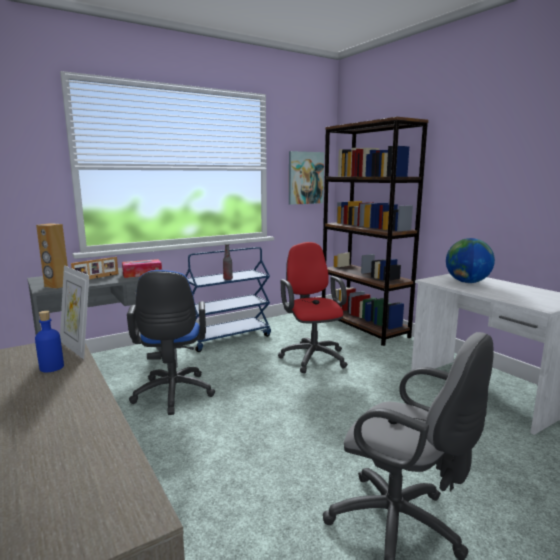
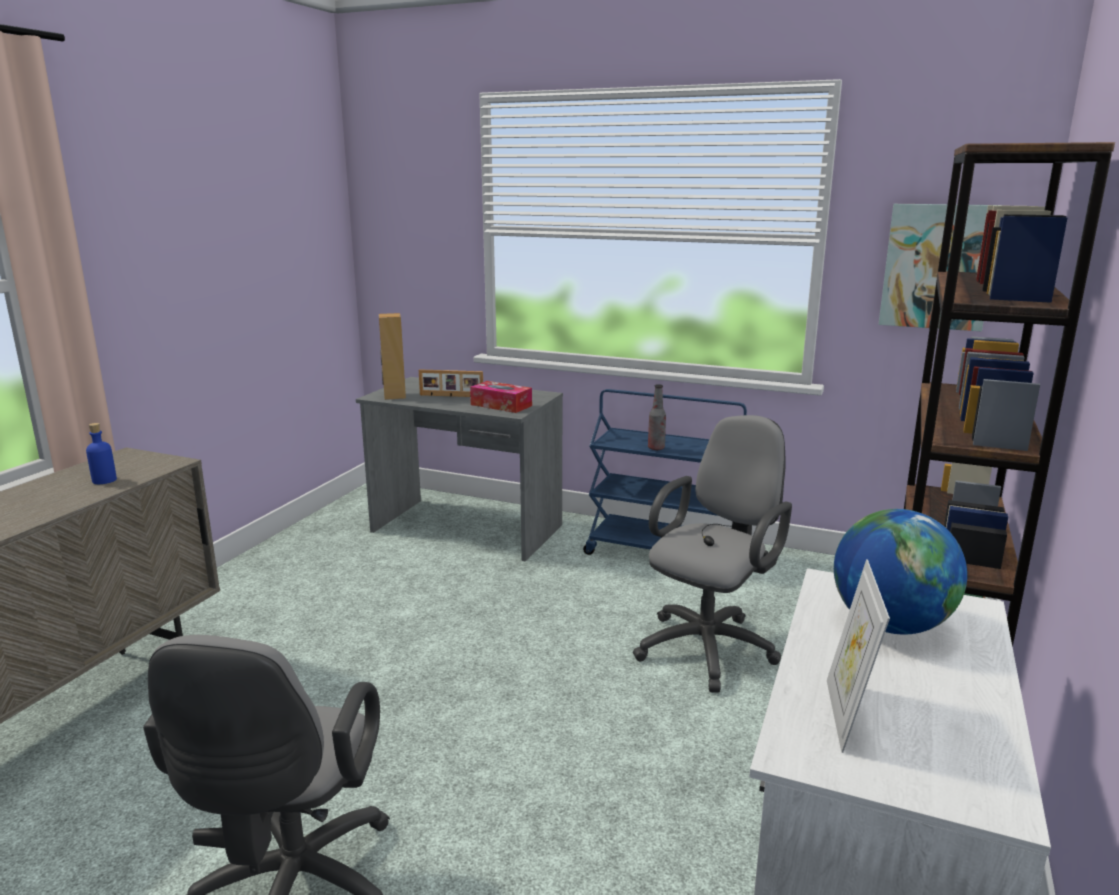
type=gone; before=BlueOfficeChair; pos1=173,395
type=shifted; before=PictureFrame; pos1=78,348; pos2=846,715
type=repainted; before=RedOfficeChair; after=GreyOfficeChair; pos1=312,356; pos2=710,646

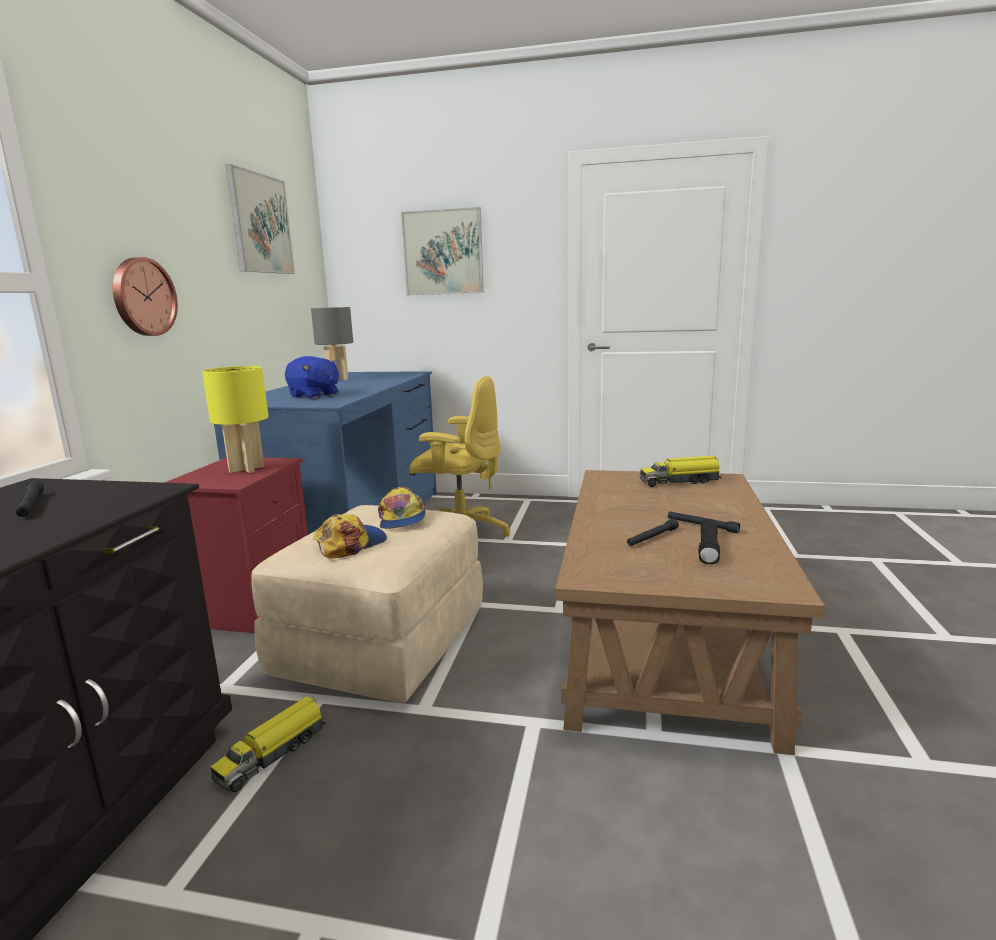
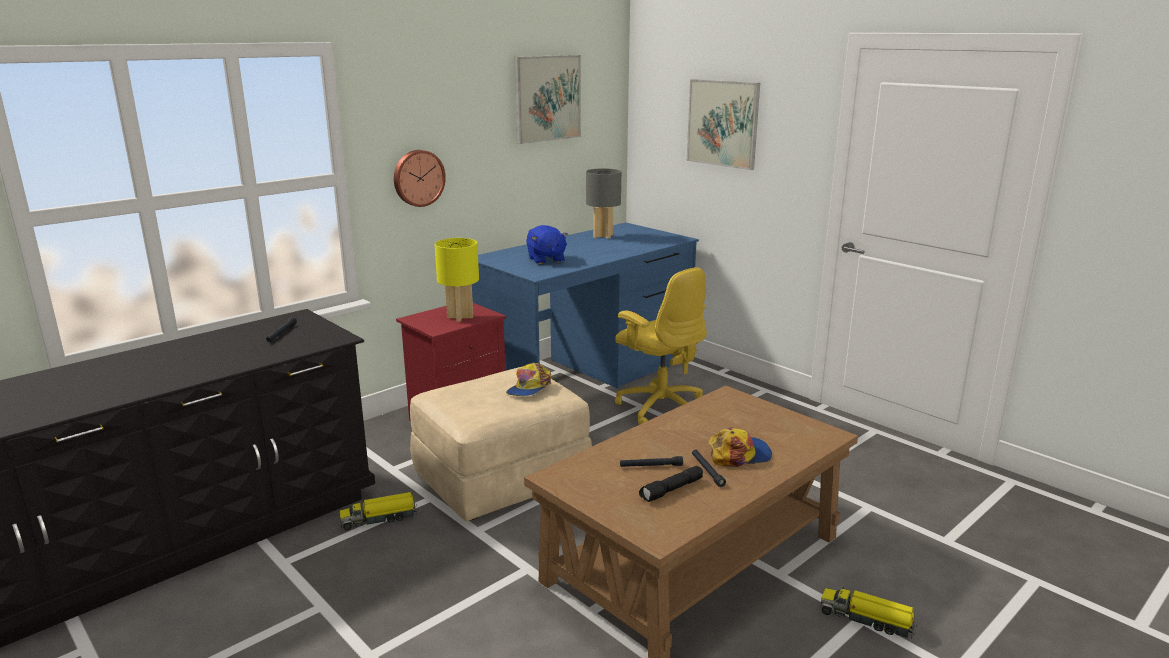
type=shifted; before=Cap; pos1=350,544; pos2=739,454
type=shifted; before=ToyTruck; pos1=680,481; pos2=866,619

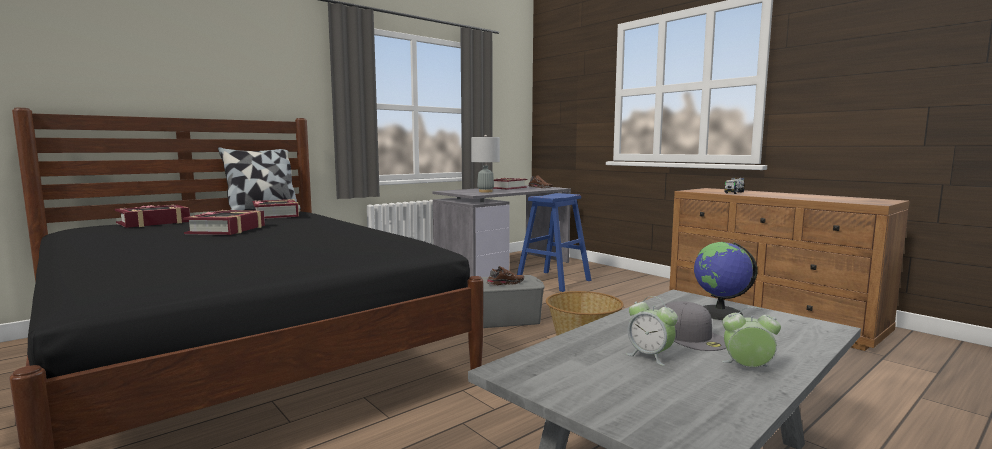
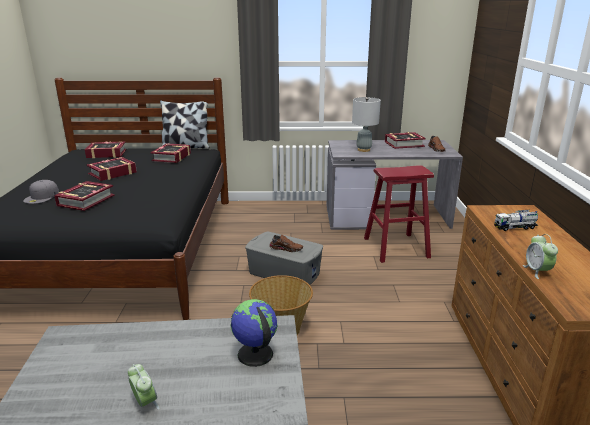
type=new; after=Book; pos2=85,200
type=shifted; before=AlarmClock; pos1=650,356; pos2=537,271
type=shifted; before=GreyCap; pos1=691,336; pos2=42,196
type=repainted; before=BlueStool; after=RedStool; pos1=553,281; pos2=396,247

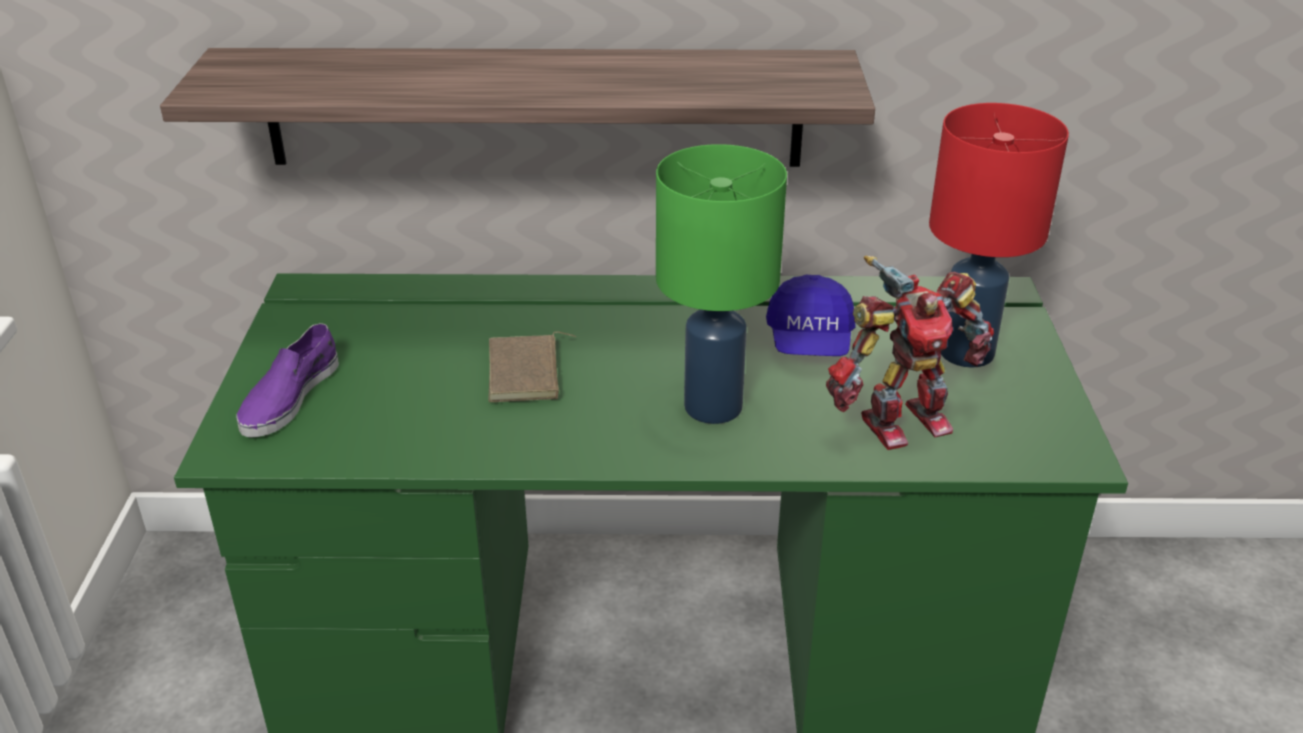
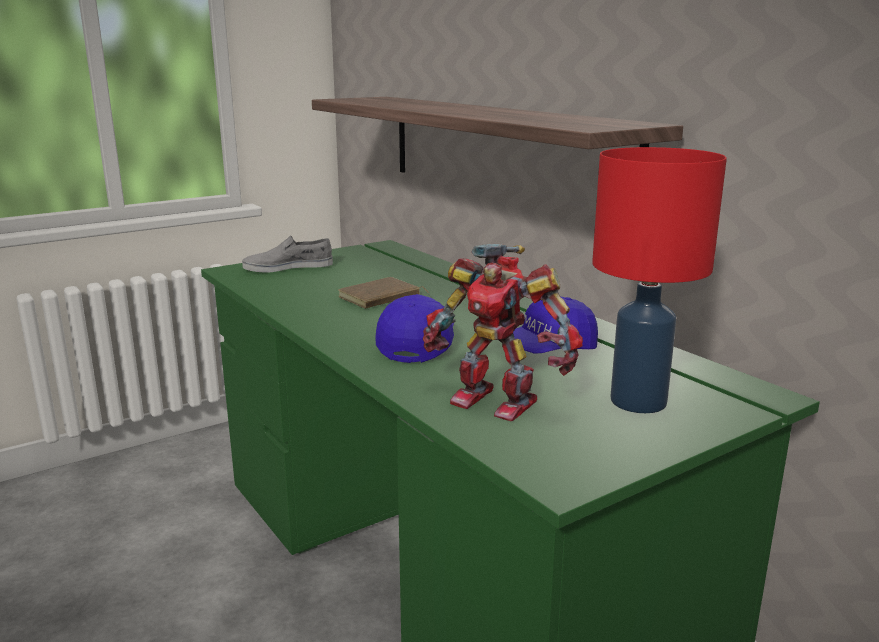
type=swapped; before=GreenTableLamp; after=BlueCap; pos1=713,408; pos2=417,344
type=repainted; before=PurpleShoe; after=GreyShoe; pos1=289,397; pos2=288,267

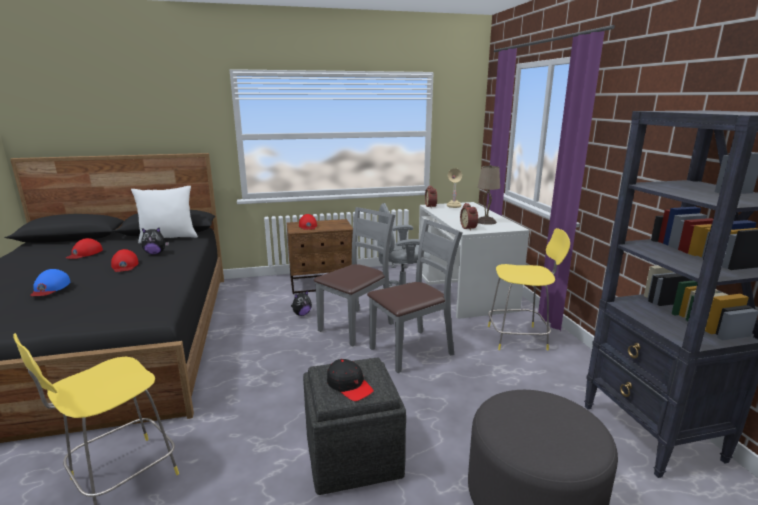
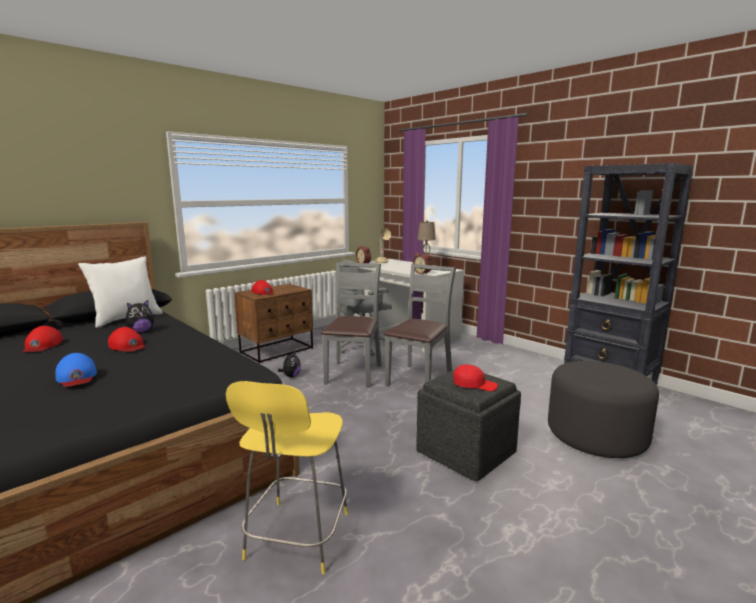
type=gone; before=YellowStool; pos1=519,338
type=repainted; before=BlackCap; after=RedCap; pos1=349,385; pos2=474,384

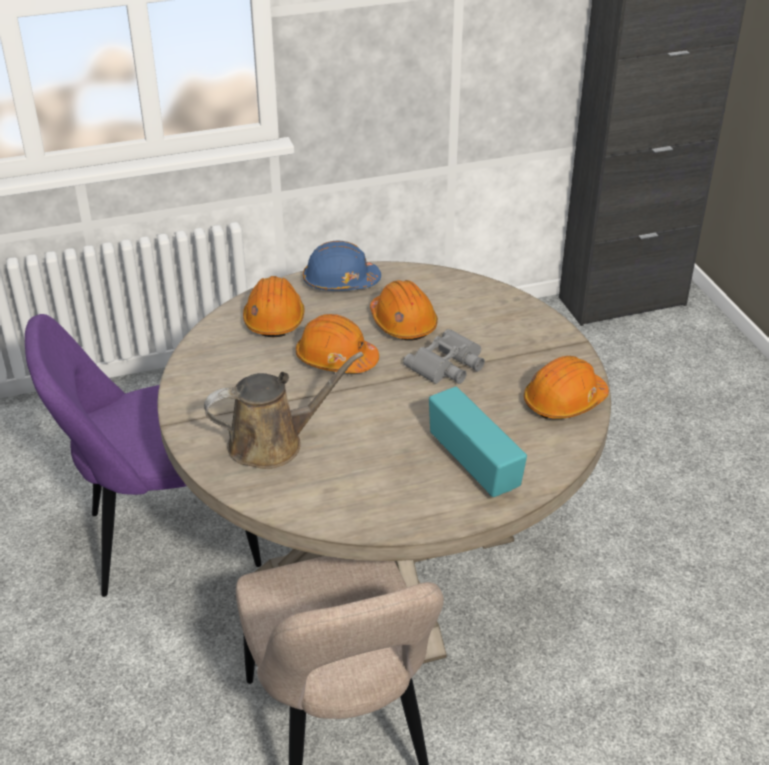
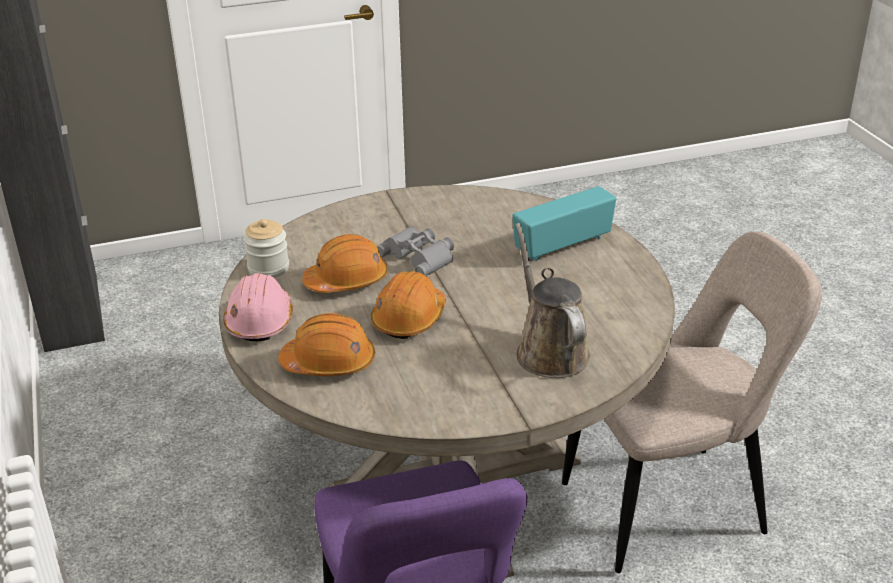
type=gone; before=OrangeHardHat; pos1=564,401
type=new; after=Jar; pos2=268,268
type=repainted; before=BlueHardHat; after=PinkHardHat; pos1=340,282; pos2=260,321

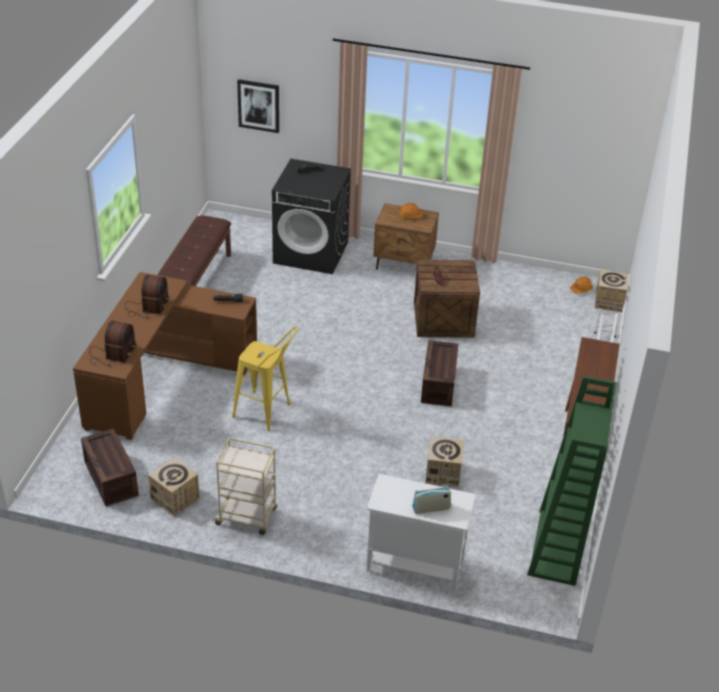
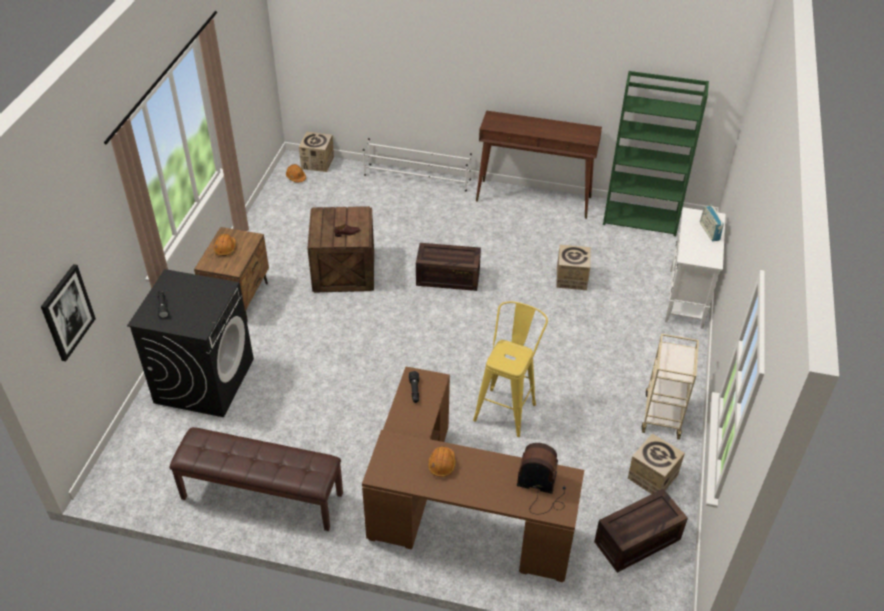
type=swapped; before=Radio; after=OrangeHardHat; pos1=147,307; pos2=442,464

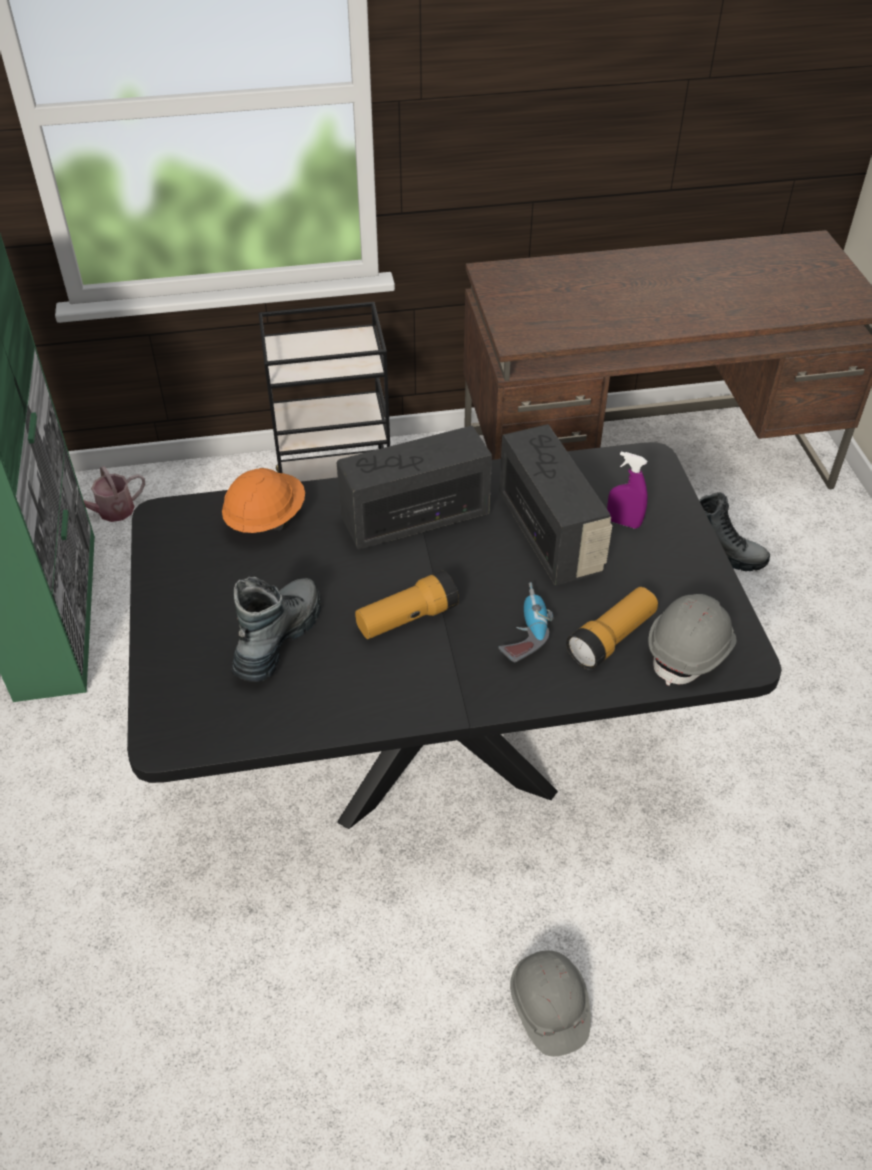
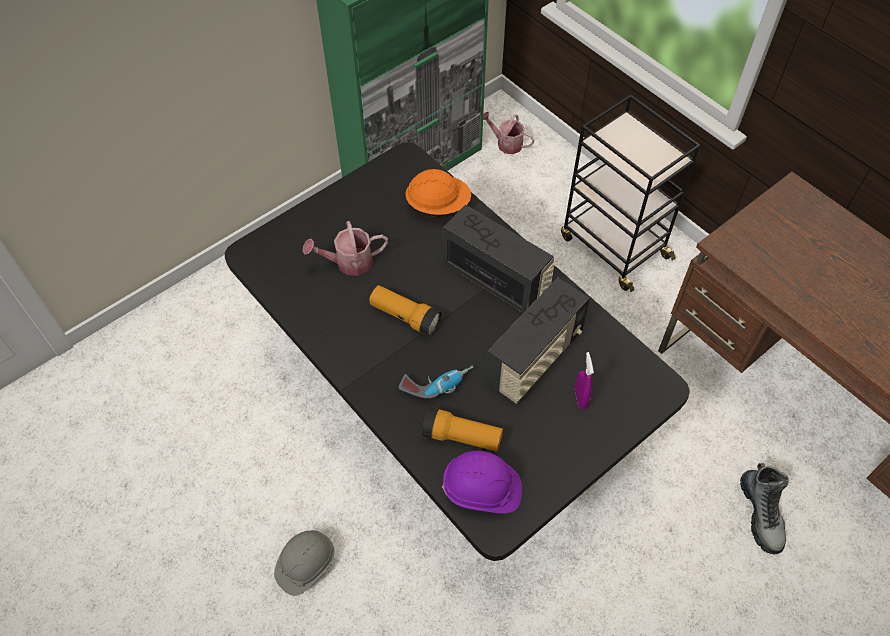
type=swapped; before=Boot; after=WateringCan; pos1=278,638; pos2=349,262
type=repainted; before=GreyHardHat; after=PurpleHardHat; pos1=690,651; pos2=482,489

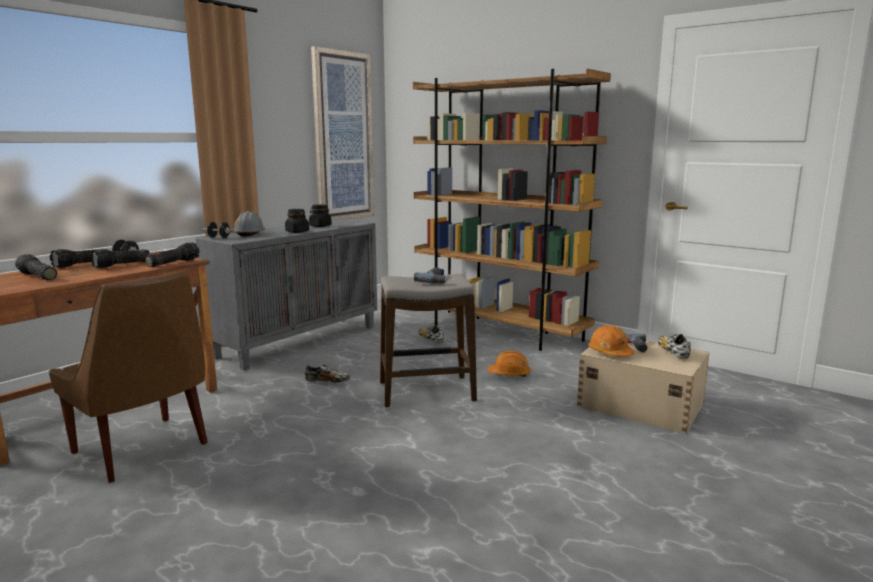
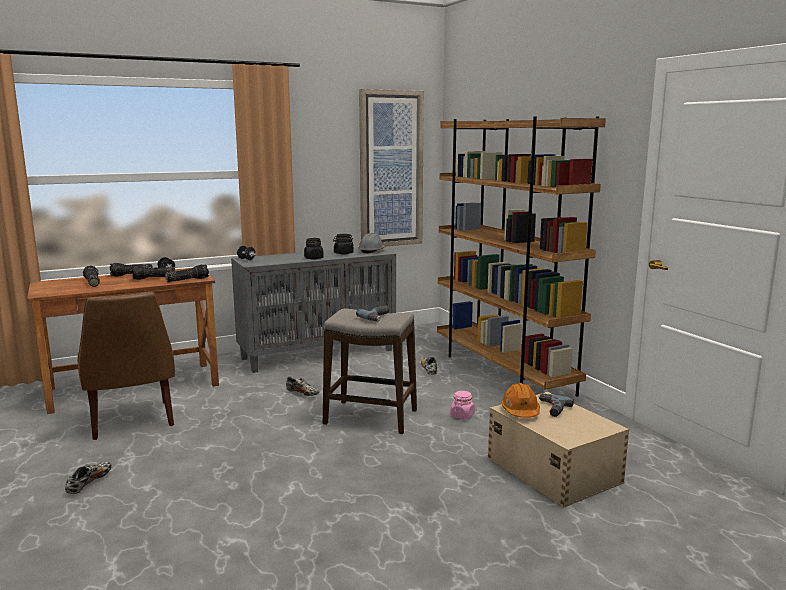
type=shifted; before=GreyHardHat; pos1=250,234; pos2=371,251
type=shifted; before=Shoe; pos1=672,352; pos2=89,483
type=swapped; before=OrangeHardHat; after=PinkJar; pos1=509,374; pos2=462,415

